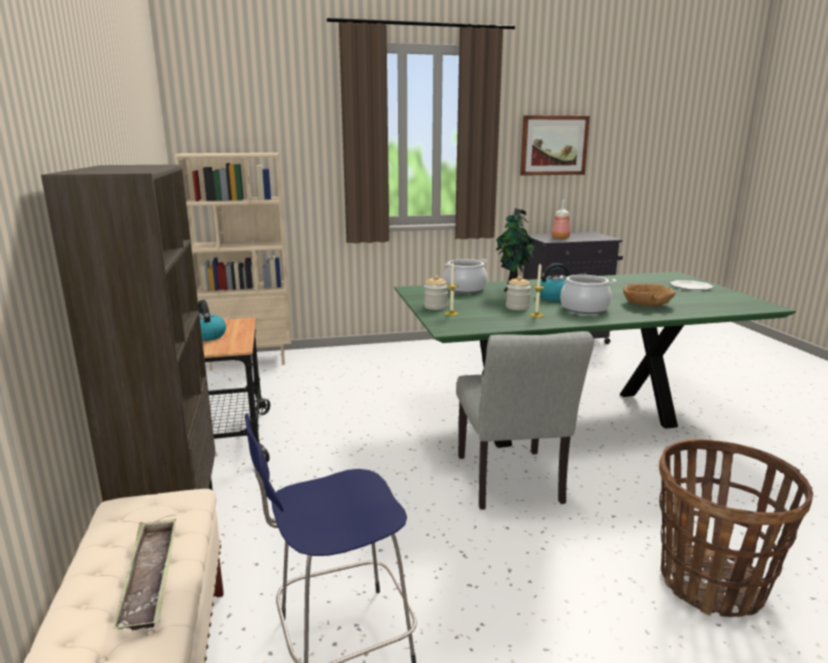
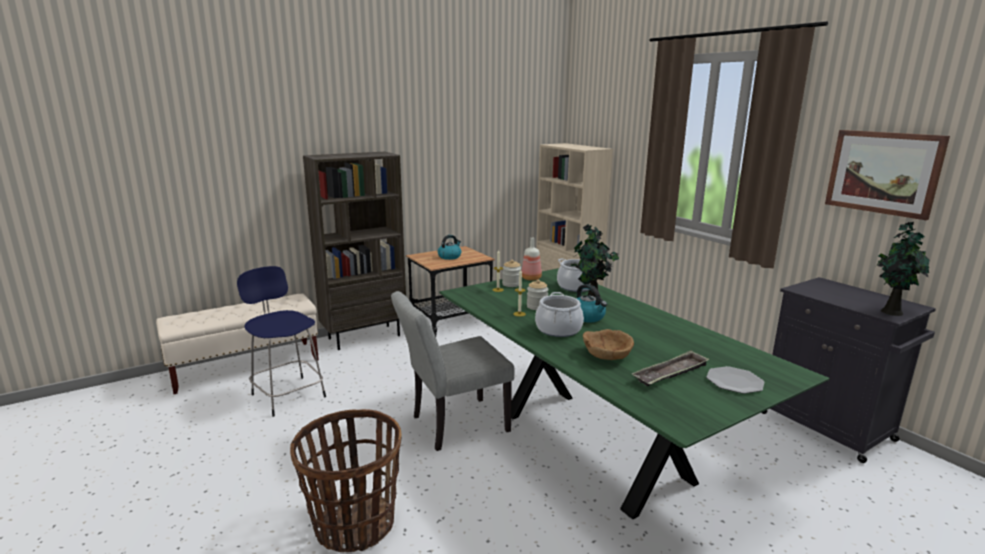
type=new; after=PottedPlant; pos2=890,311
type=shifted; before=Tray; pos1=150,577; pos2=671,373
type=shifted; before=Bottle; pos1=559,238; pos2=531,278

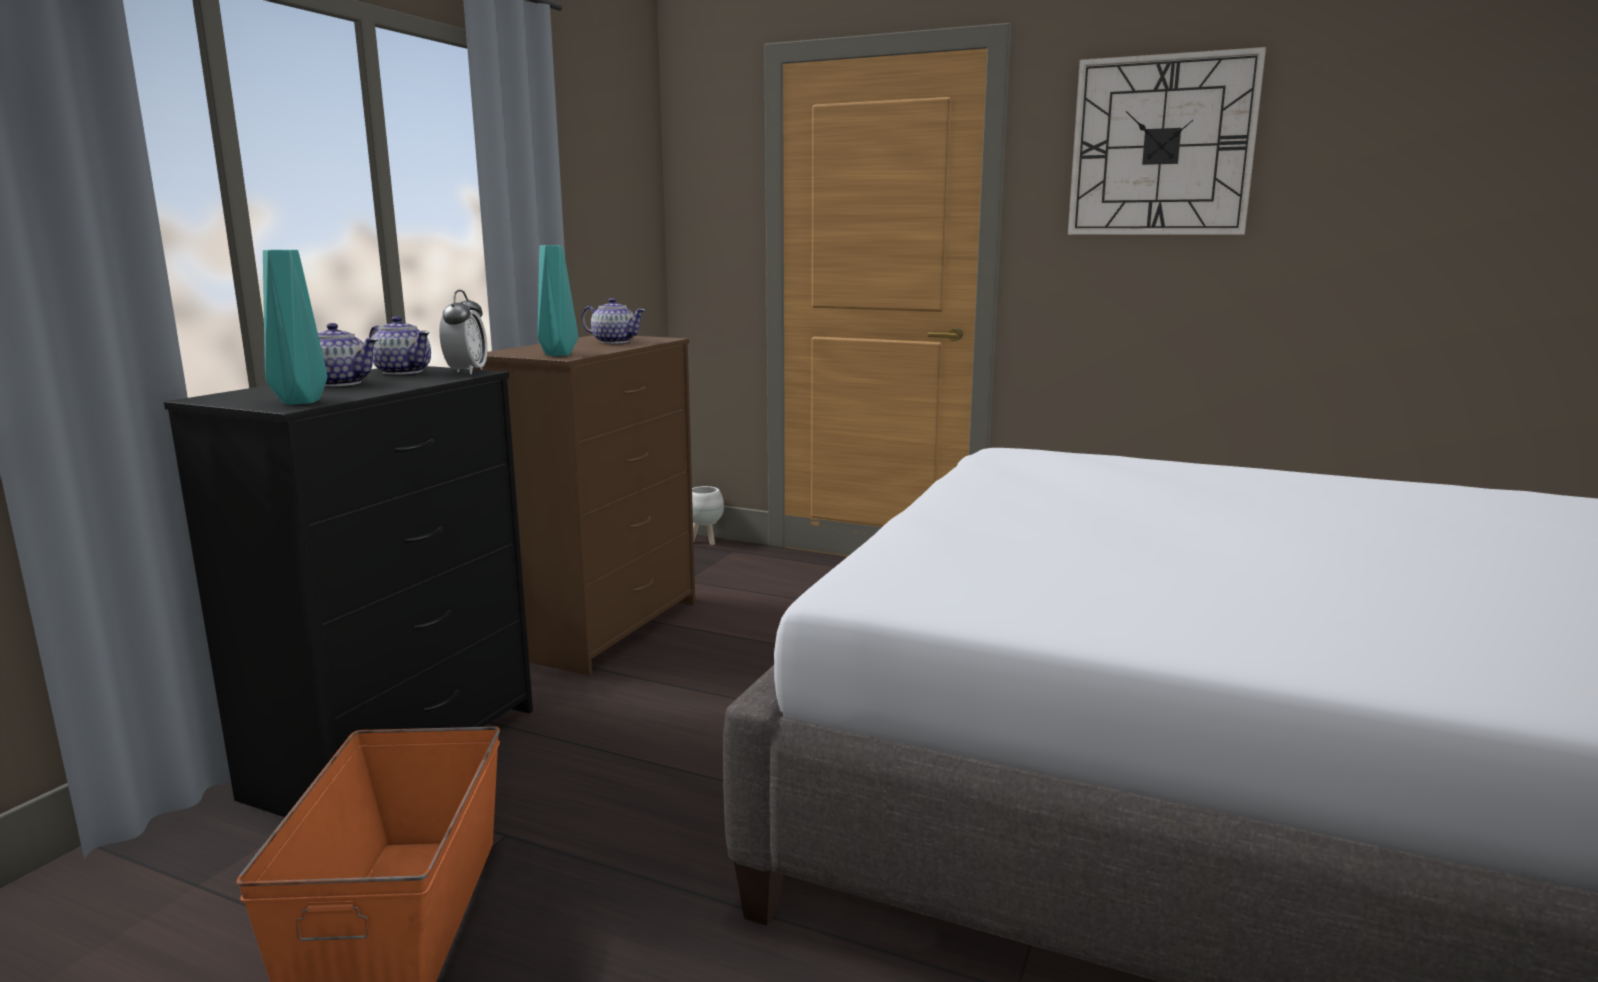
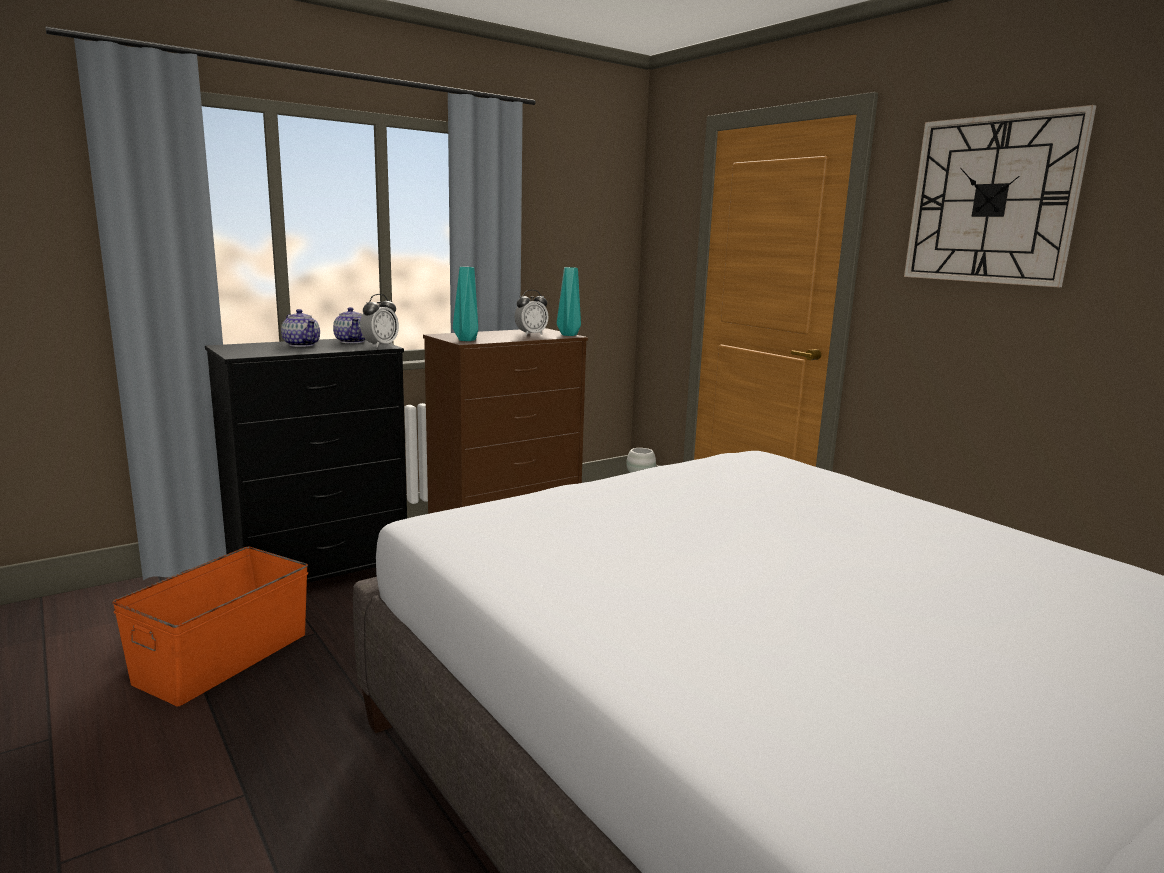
type=shifted; before=TurquoiseVase; pos1=302,401; pos2=569,335
type=swapped; before=Teapot; after=AlarmClock; pos1=614,341; pos2=531,334

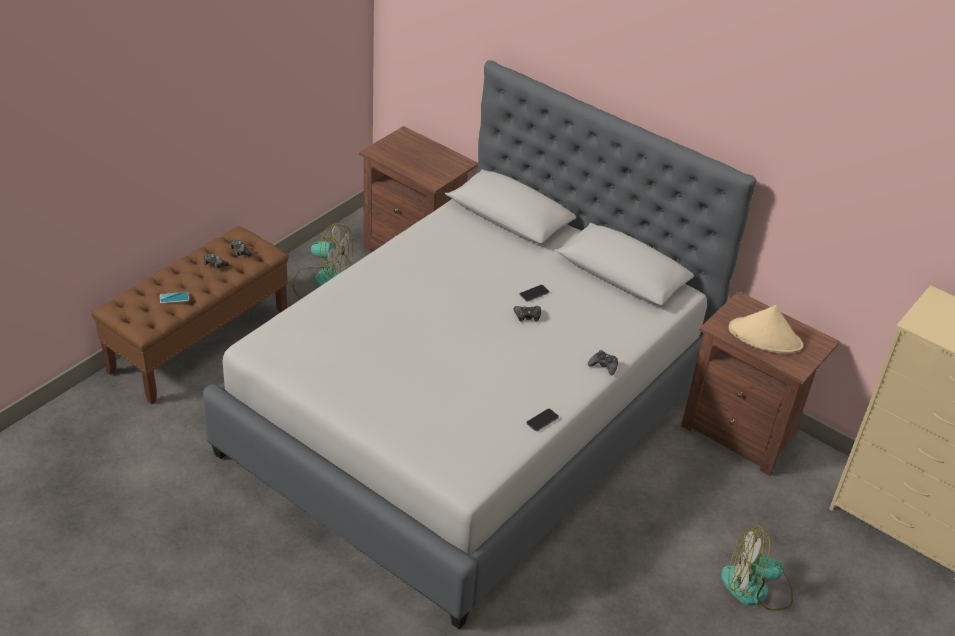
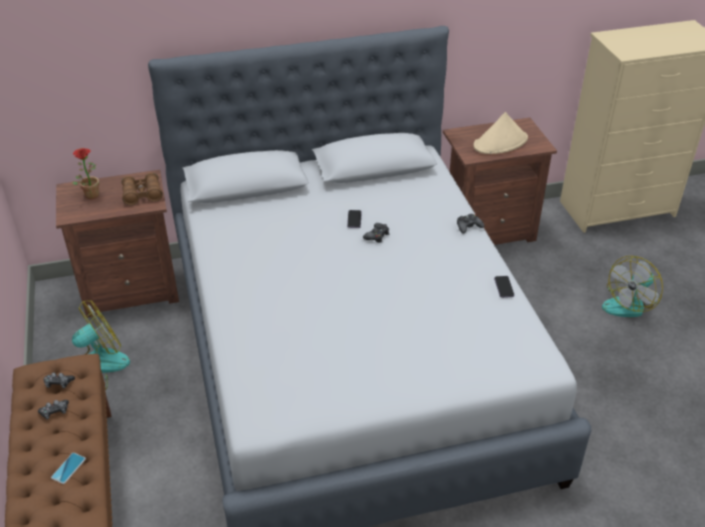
type=new; after=PottedPlant; pos2=91,194
type=new; after=BrownBinoculars; pos2=142,195

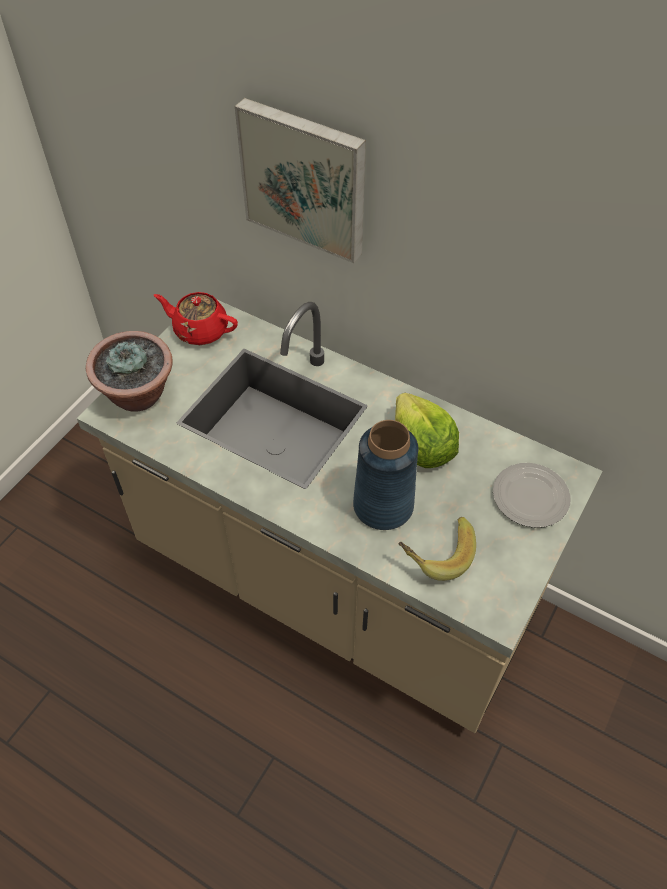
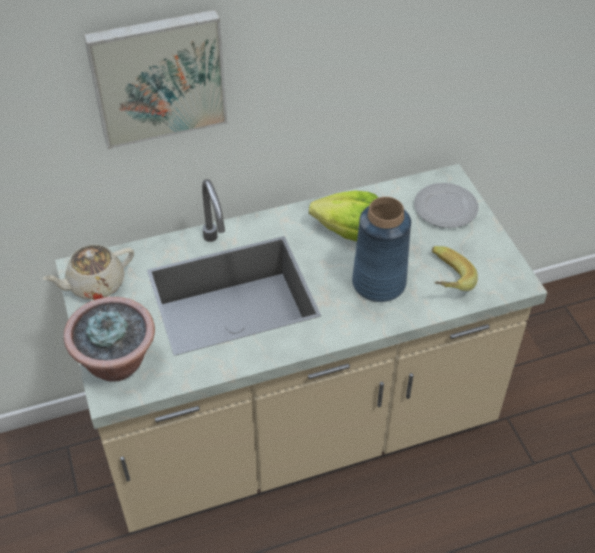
type=repainted; before=RedTeapot; after=BeigeTeapot; pos1=200,330; pos2=95,284

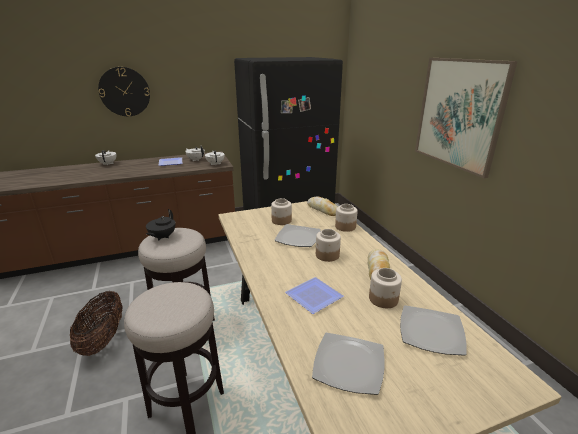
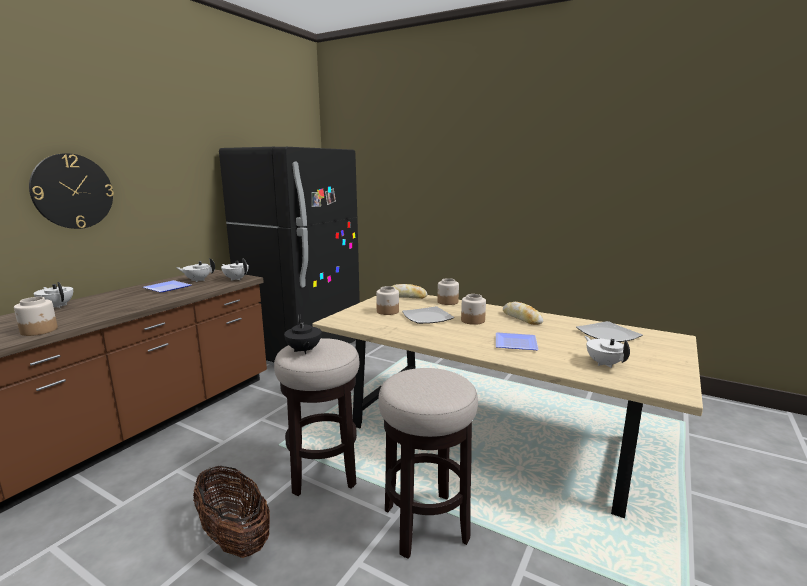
type=gone; before=Picture; pos1=459,114
type=shifted; before=Jar; pos1=383,299; pos2=39,330
type=swapped; before=Plate; after=WhiteTeapot; pos1=349,364; pos2=604,363

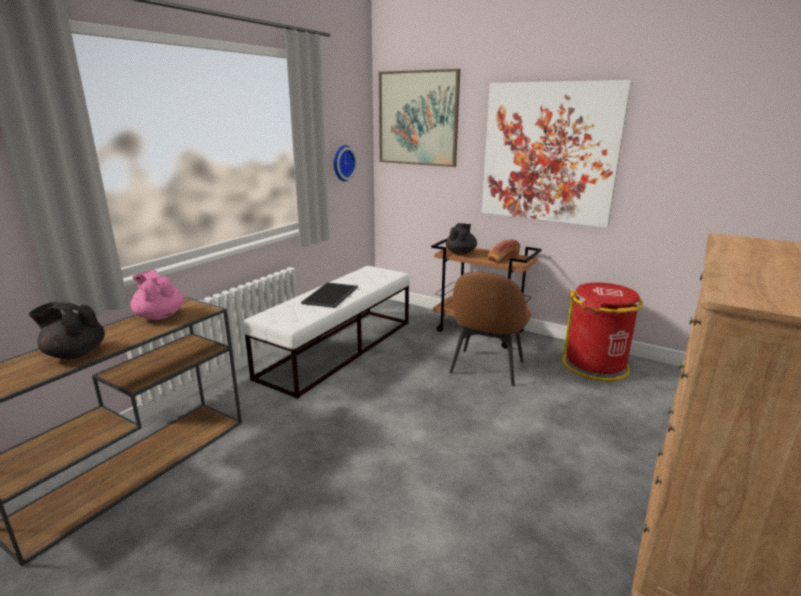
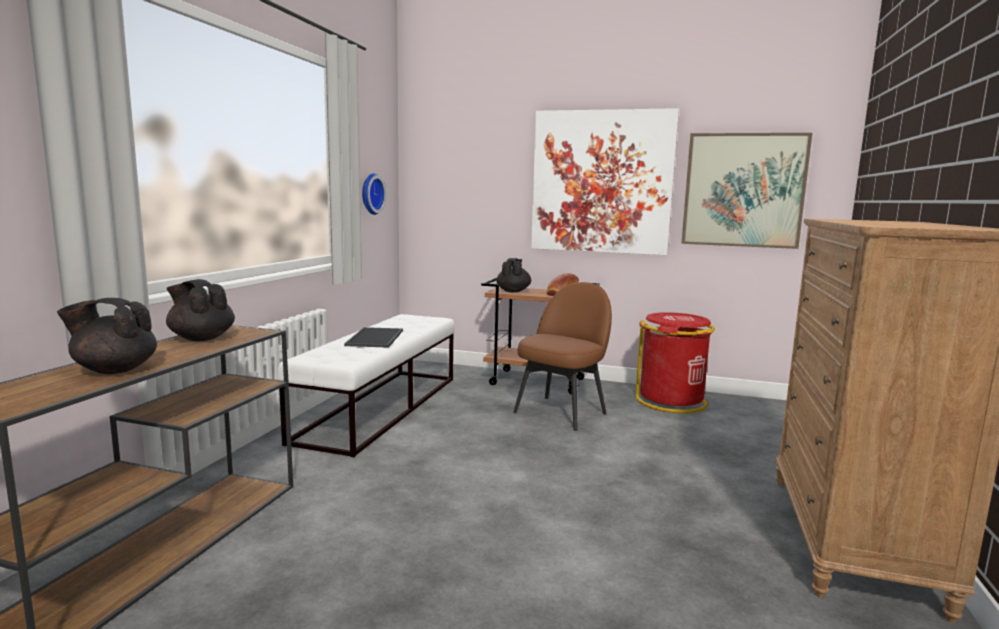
type=shifted; before=Picture; pos1=418,118; pos2=743,190
type=repainted; before=PinkTeapot; after=BlackTeapot; pos1=159,316; pos2=201,338
type=rotated; before=BrownChair; pos1=486,368; pos2=561,412; turn=-150

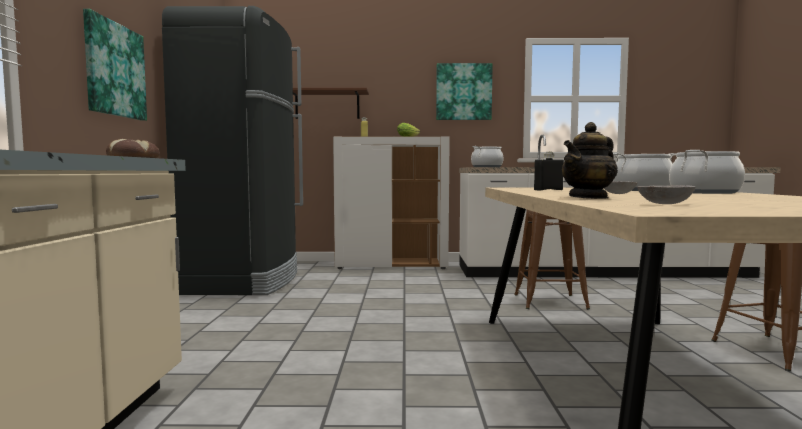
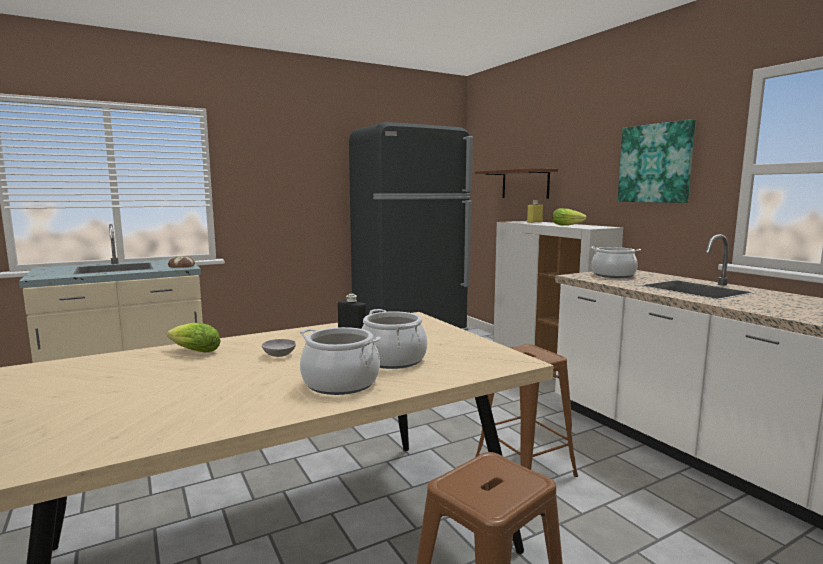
type=gone; before=Picture; pos1=114,70
type=gone; before=GreyBowl; pos1=664,204
type=swapped; before=Teapot; after=Lettuce; pos1=589,197; pos2=192,351

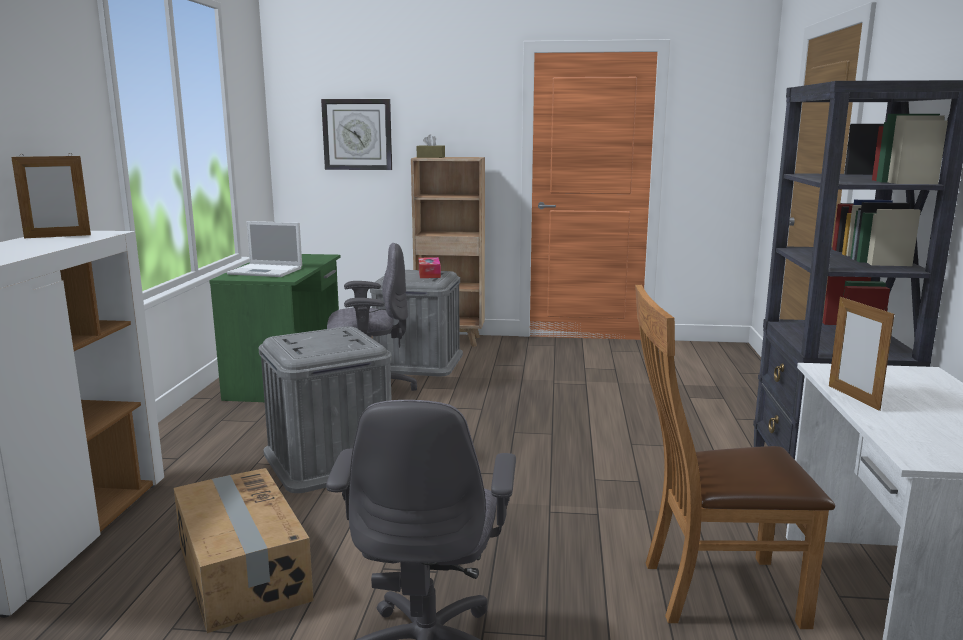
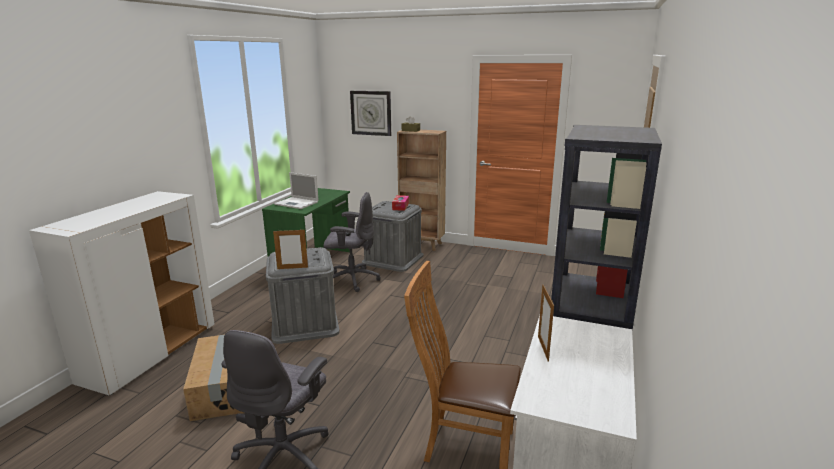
type=shifted; before=PictureFrame; pos1=58,236; pos2=292,268

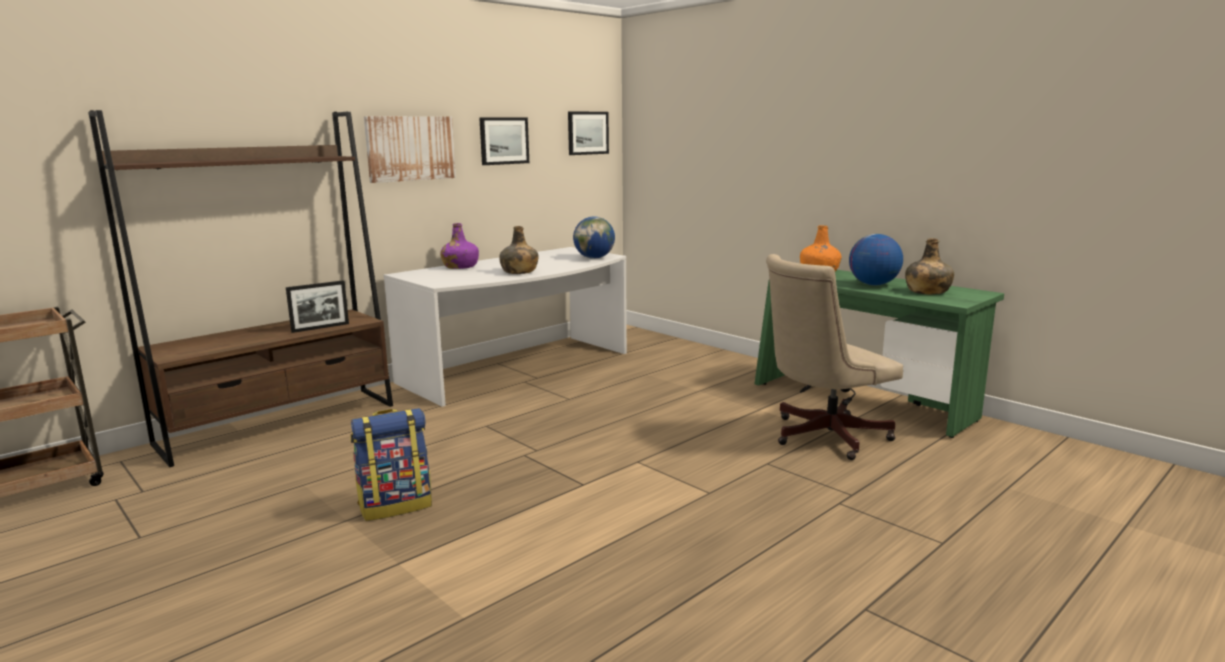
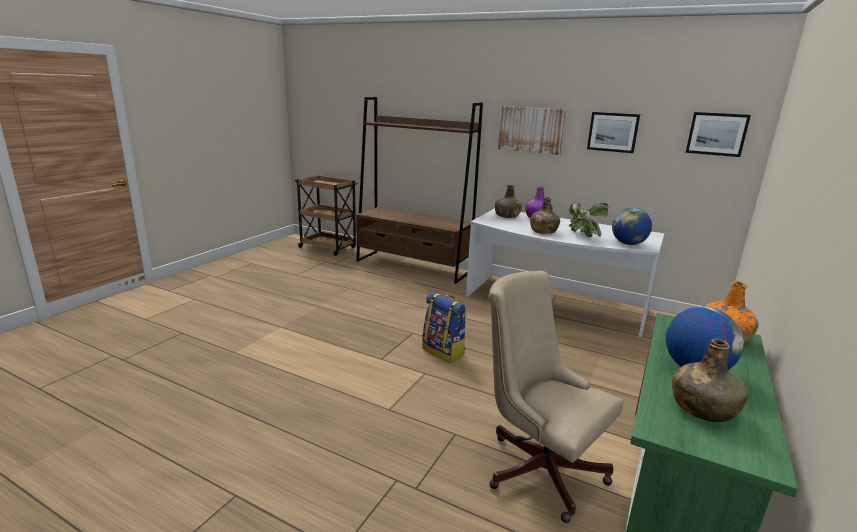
type=gone; before=PictureFrame; pos1=320,328
type=new; after=GreenBottle; pos2=507,216
type=new; after=PottedPlant; pos2=582,236
type=shifted; before=Backpack; pos1=396,505; pos2=444,352

